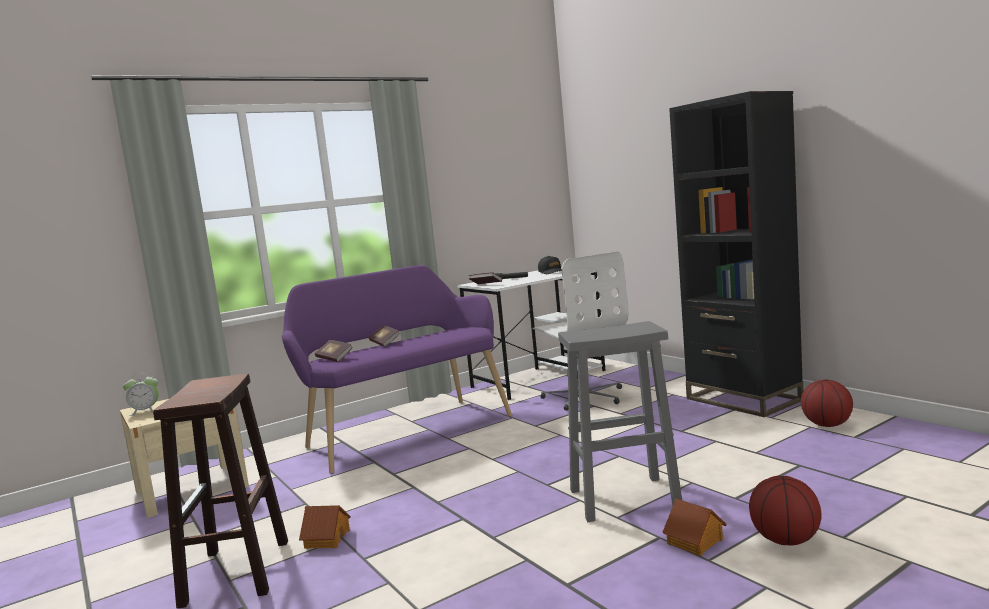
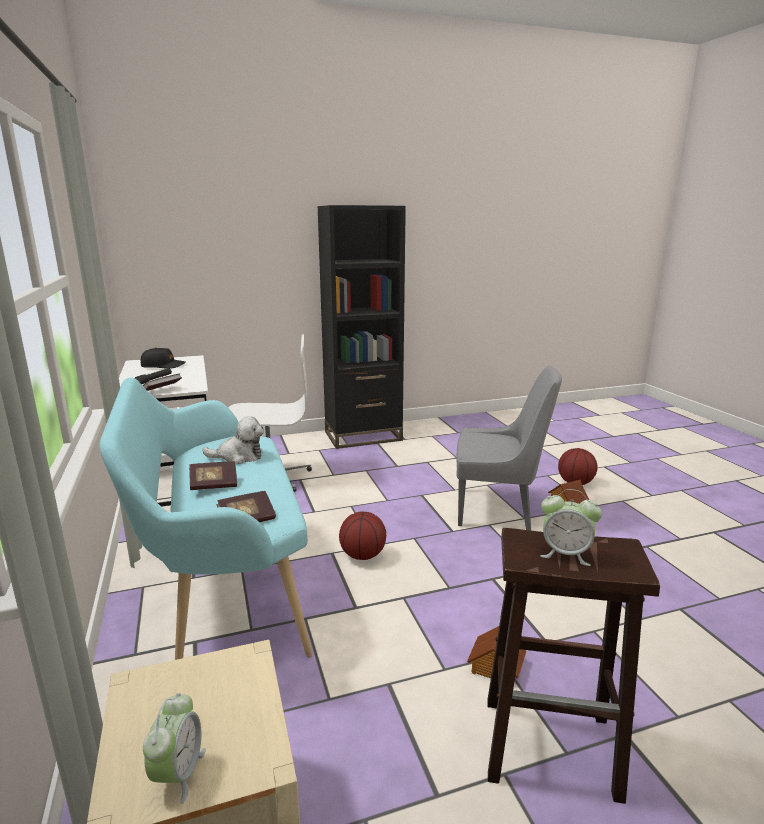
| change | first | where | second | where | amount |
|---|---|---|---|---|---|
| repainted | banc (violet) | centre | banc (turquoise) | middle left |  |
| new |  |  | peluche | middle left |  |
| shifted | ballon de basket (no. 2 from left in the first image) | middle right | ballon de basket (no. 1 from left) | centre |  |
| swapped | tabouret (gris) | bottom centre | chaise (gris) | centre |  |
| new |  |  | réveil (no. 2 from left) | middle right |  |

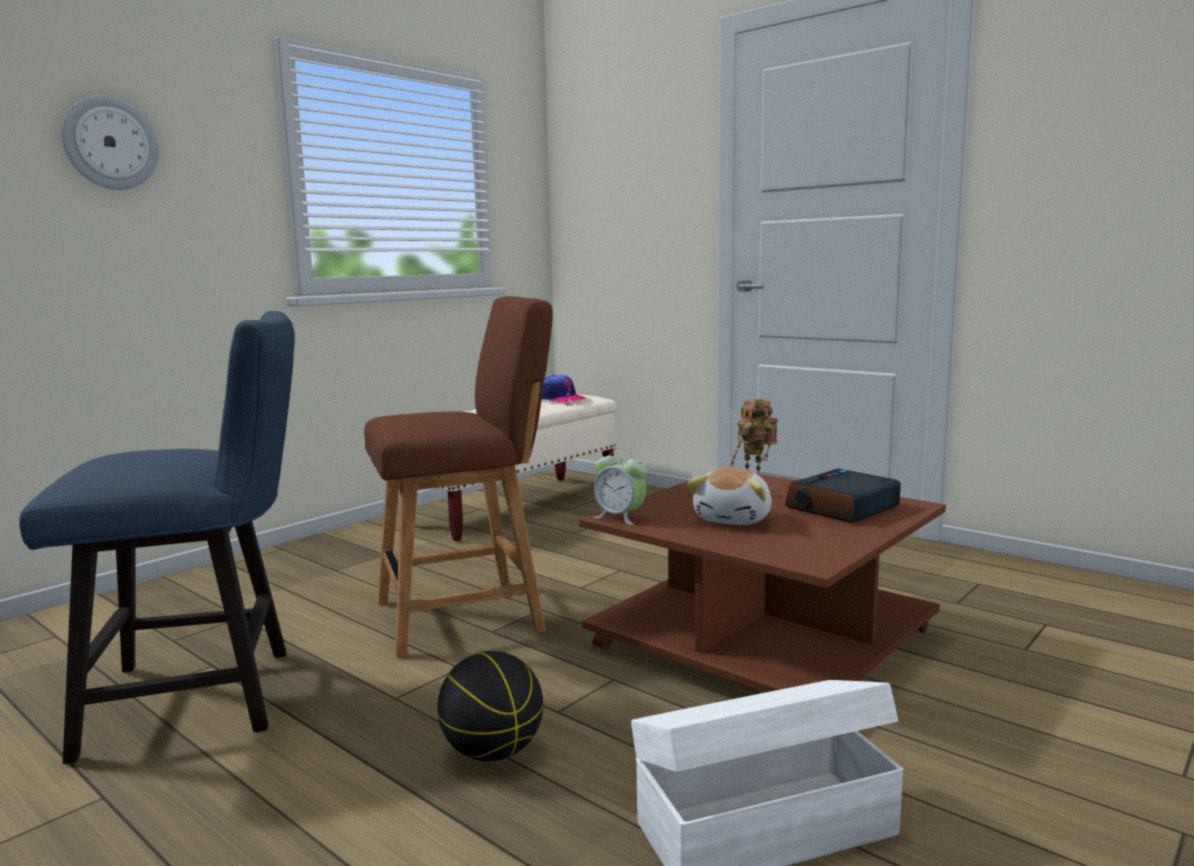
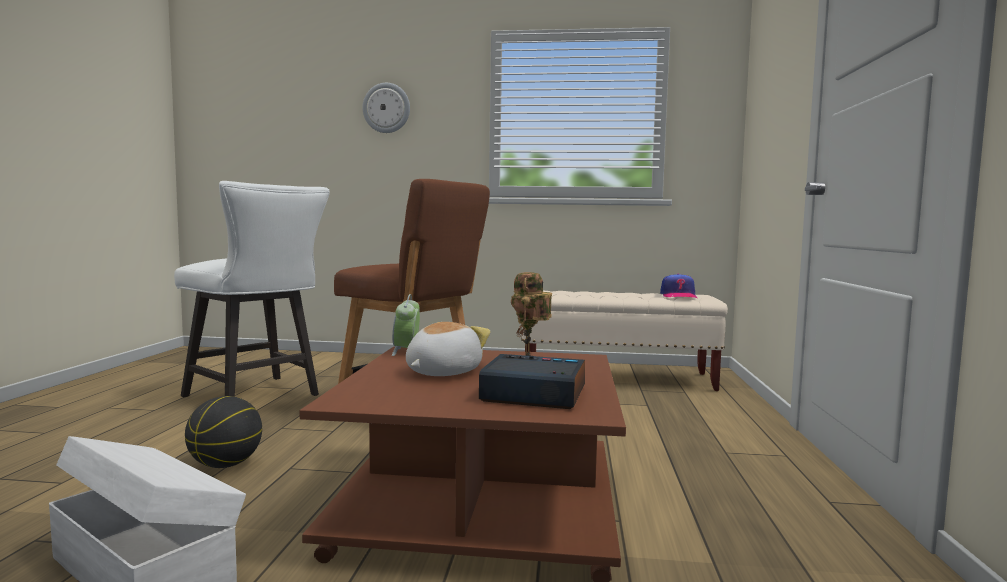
| change | first | where | second | where | amount |
|---|---|---|---|---|---|
| repainted | chaise (bleu) | middle left | chaise (blanc) | middle left |  |
| rotated | peluche | centre |  | centre | 135 degrees clockwise |

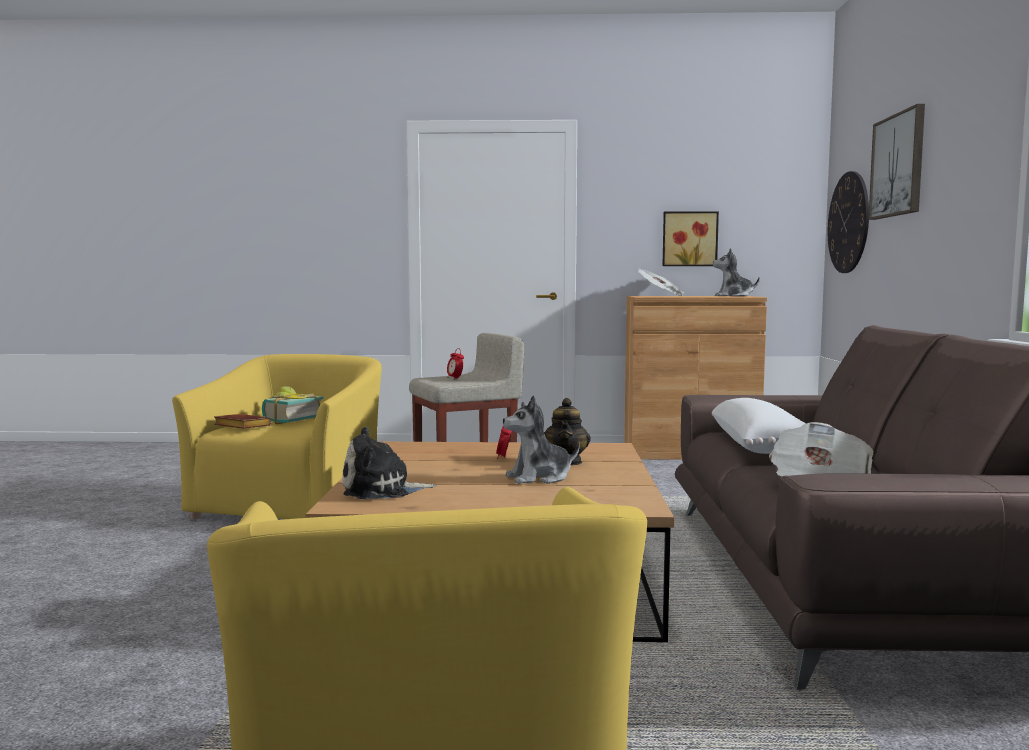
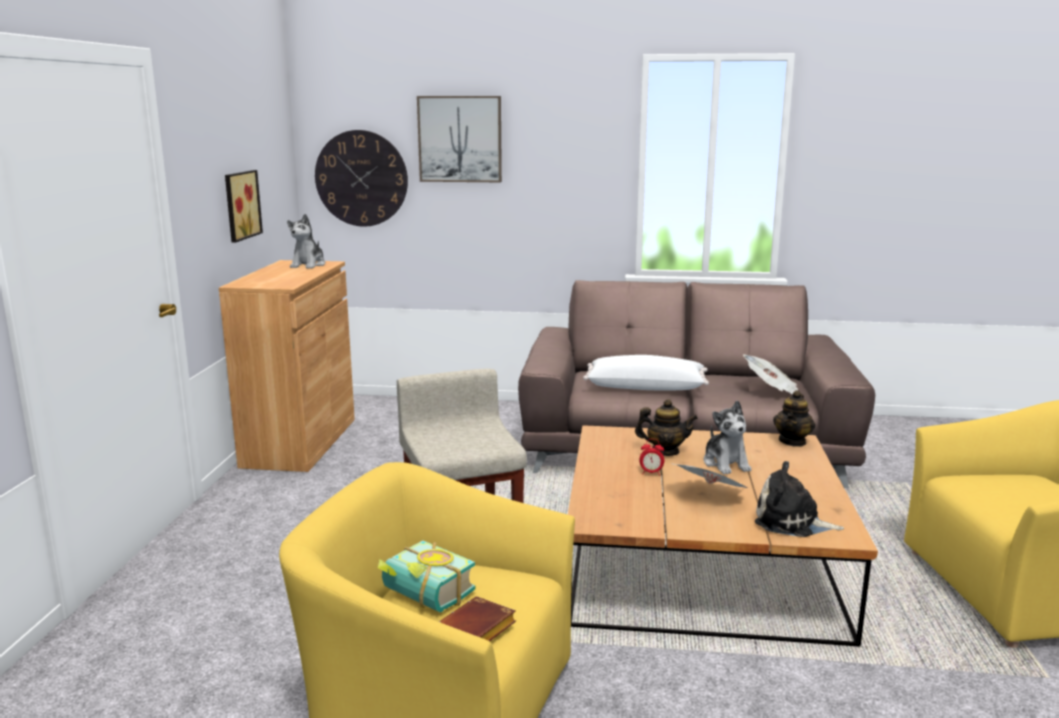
| change | first | where | second | where | amount |
|---|---|---|---|---|---|
| shifted | journal (no. 1 from left) | centre |  | middle right |  |
| rotated | peluche (no. 1 from left in the first image) | centre | peluche (no. 3 from left) | bottom right | 120 degrees clockwise |
| new |  |  | théière (no. 2 from left) | middle right |  |
| gone | réveil (no. 1 from left) | centre |  |  |  |

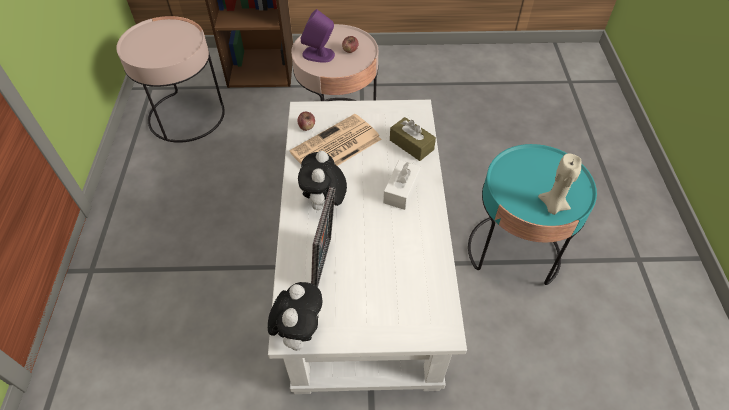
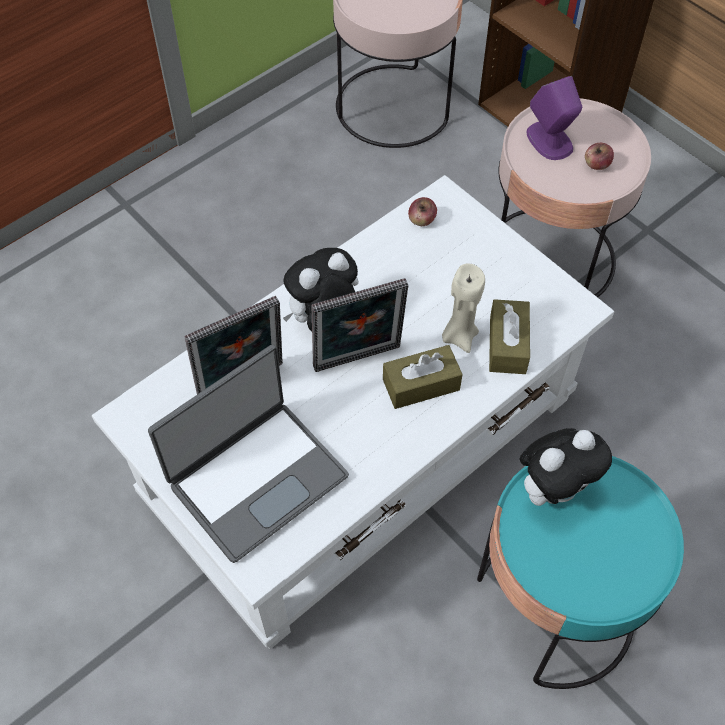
| change | first | where | second | where | amount |
|---|---|---|---|---|---|
| new |  |  | ordinateur portable | centre |  |
| new |  |  | cadre photo (no. 2 from left) | centre |  |
| repainted | boîte à mouchoirs (blanc) | centre | boîte à mouchoirs (marron) (no. 1 from left) | centre |  |
| shifted | bougie (beige) | middle right |  | centre |  |
| shifted | peluche (no. 1 from left in the first image) | bottom centre | peluche (no. 2 from left) | middle right |  |
| gone | journal | centre |  |  |  |

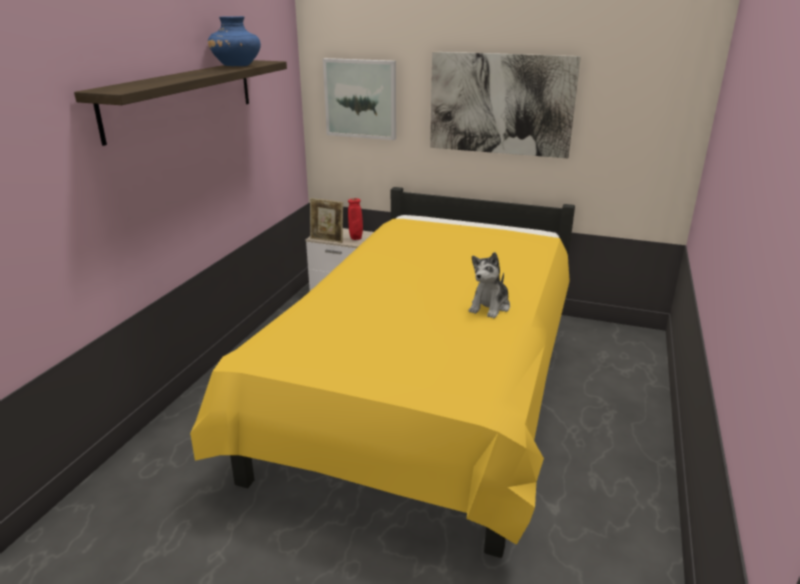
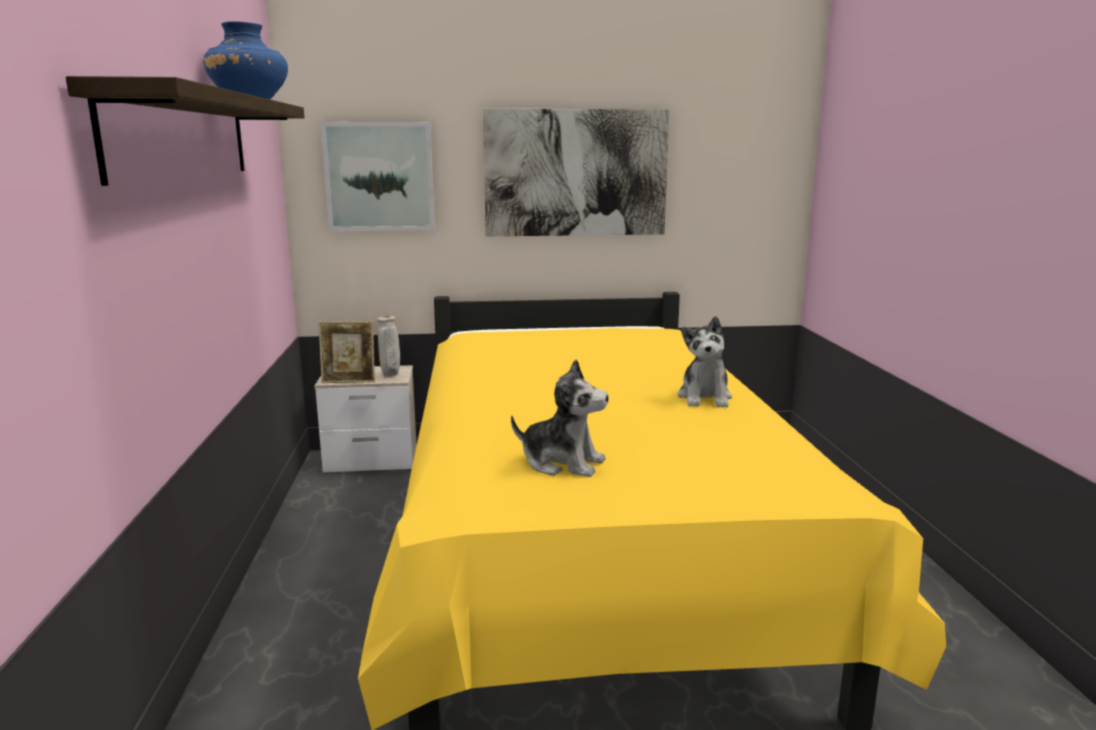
| change | first | where | second | where | amount |
|---|---|---|---|---|---|
| repainted | vase (rouge) | centre | vase (beige) | centre |  |
| new |  |  | peluche (no. 1 from left) | centre |  |

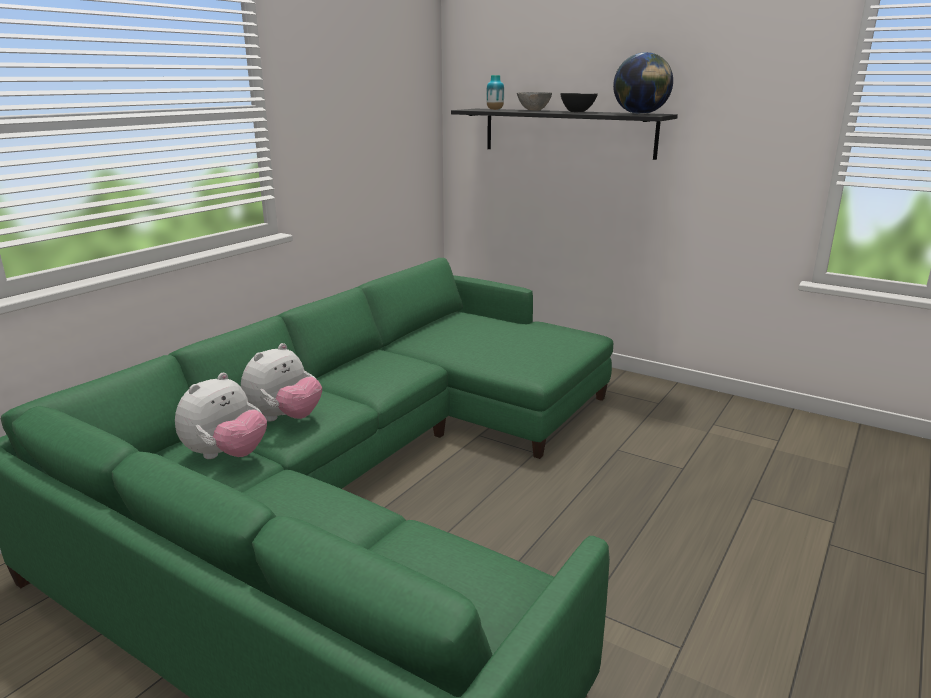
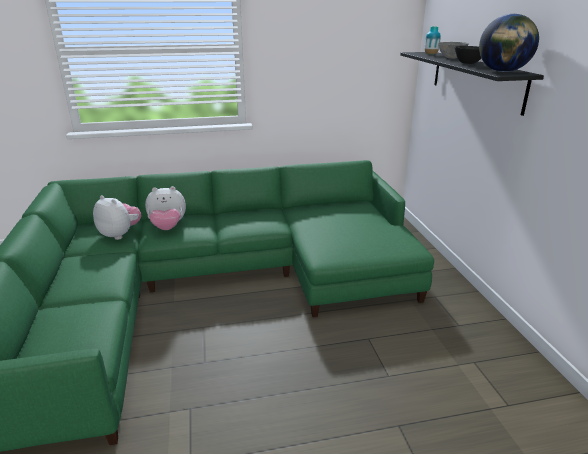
| change | first | where | second | where | amount |
|---|---|---|---|---|---|
| rotated | peluche (no. 1 from left) | middle left |  | middle left | 135 degrees counterclockwise |

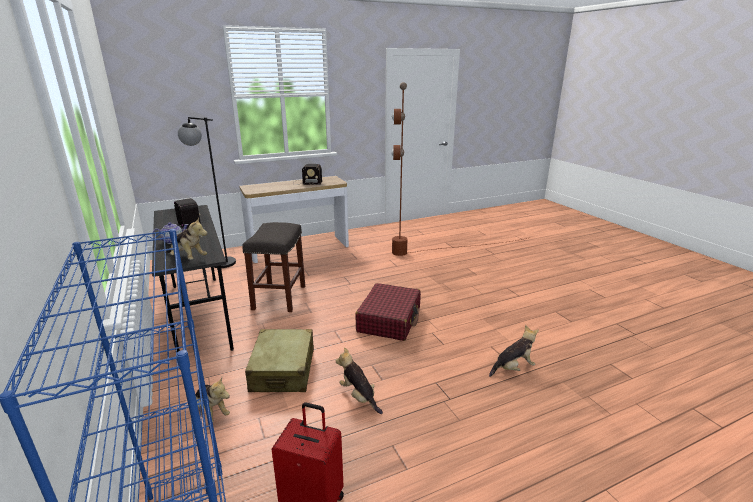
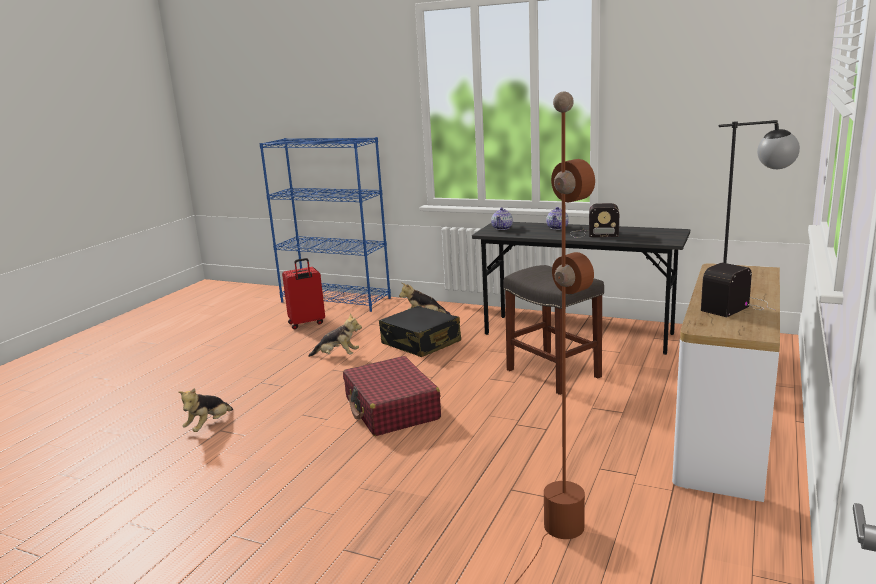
| change | first | where | second | where | amount |
|---|---|---|---|---|---|
| repainted | valise (beige) | bottom centre | valise (noir) | centre |  |
| swapped | peluche (no. 1 from left) | middle left | théière (no. 1 from left) | centre |  |

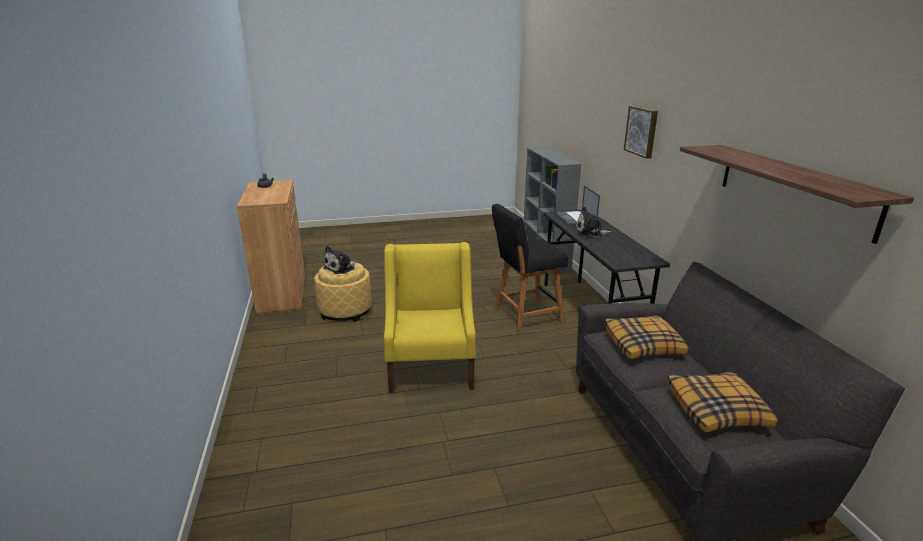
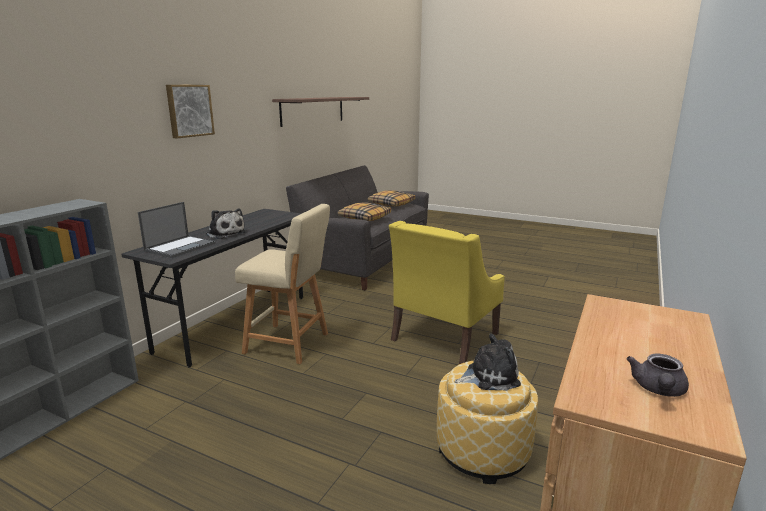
| change | first | where | second | where | amount |
|---|---|---|---|---|---|
| repainted | tabouret (noir) | centre | tabouret (beige) | centre |  |

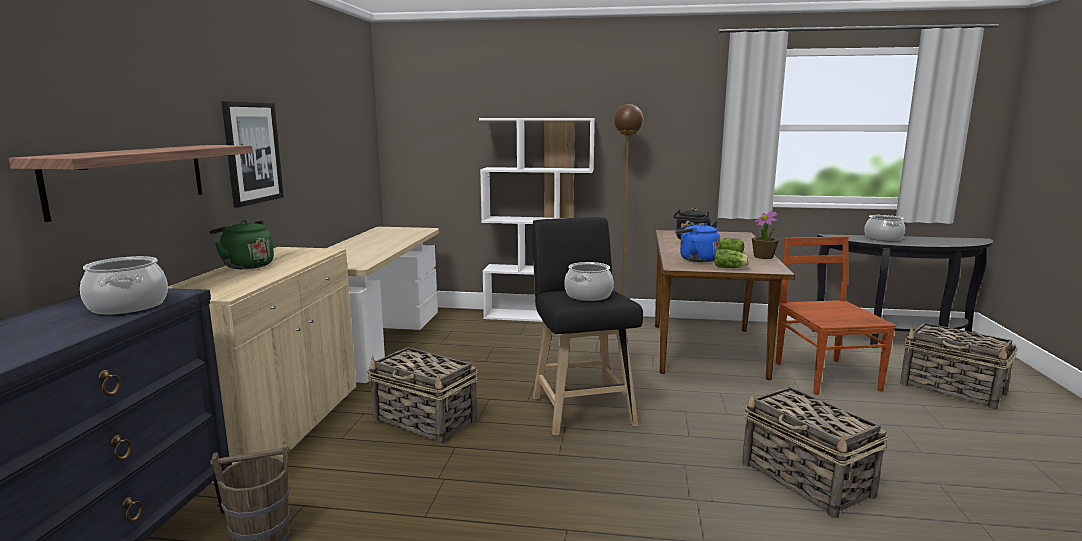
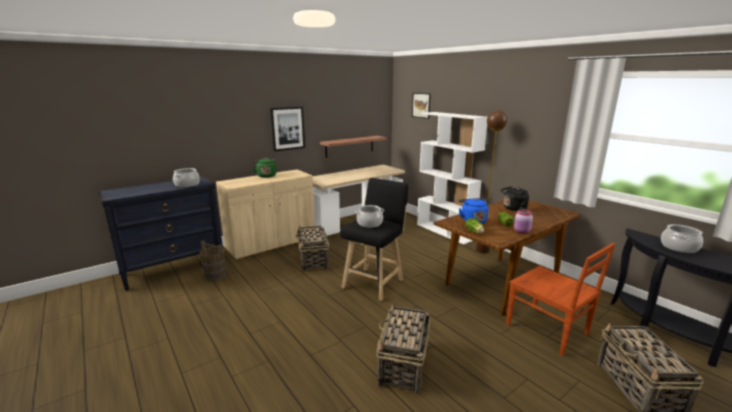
| change | first | where | second | where | amount |
|---|---|---|---|---|---|
| shifted | étagère | middle left |  | centre |  |
| new |  |  | tableau (no. 2 from left) | top centre |  |
| rotated | chaise (marron) | middle right |  | bottom right | 105 degrees clockwise |
| swapped | plante en pot | middle right | bocal (rose) | middle right |  |

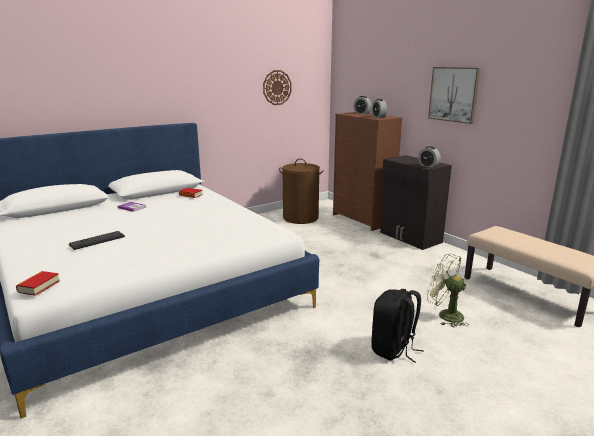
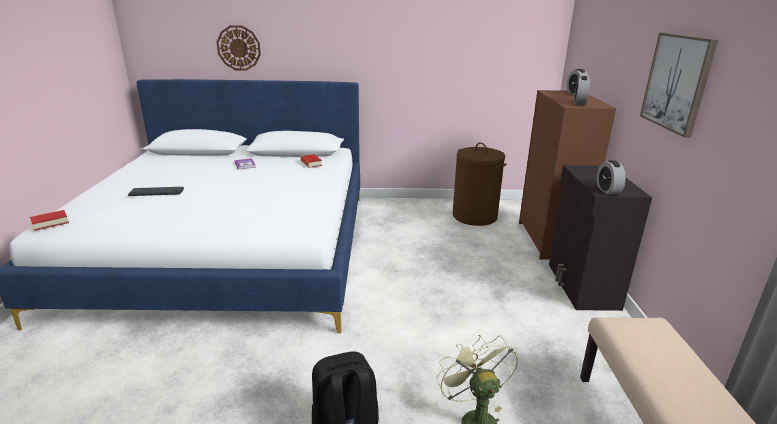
| change | first | where | second | where | amount |
|---|---|---|---|---|---|
| shifted | horloge murale | top centre |  | top left |  |

